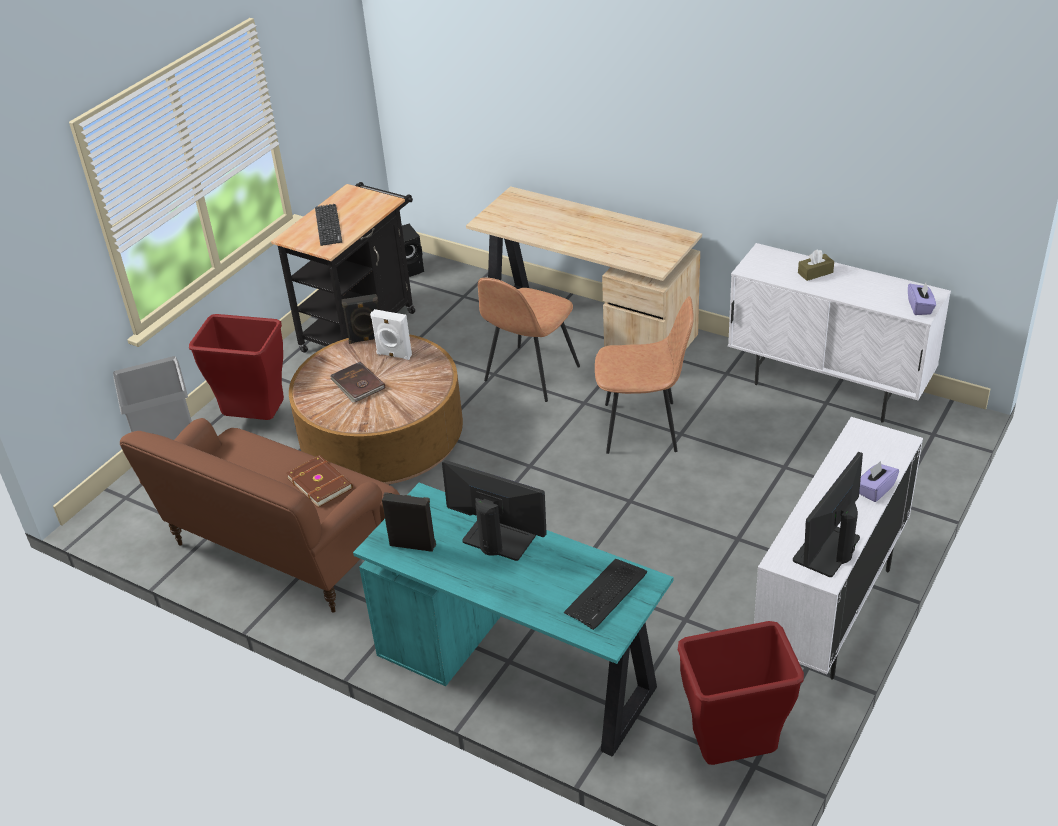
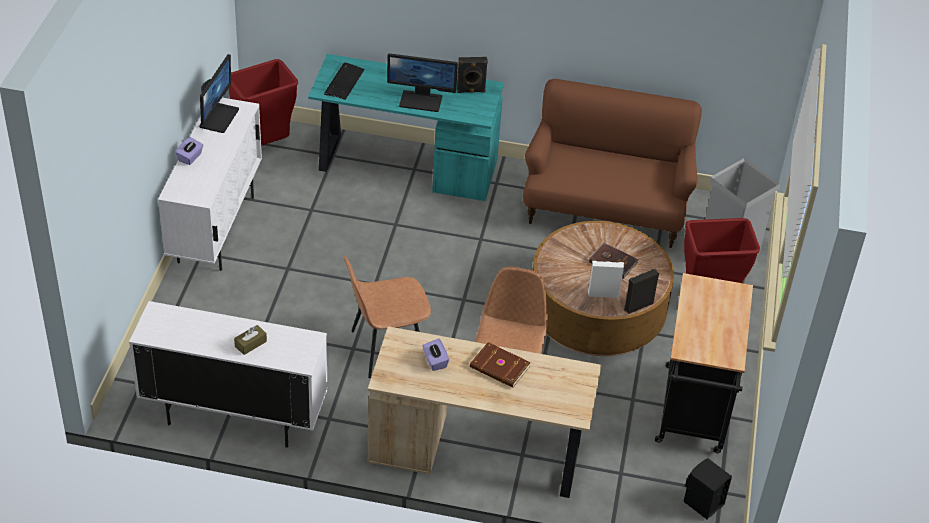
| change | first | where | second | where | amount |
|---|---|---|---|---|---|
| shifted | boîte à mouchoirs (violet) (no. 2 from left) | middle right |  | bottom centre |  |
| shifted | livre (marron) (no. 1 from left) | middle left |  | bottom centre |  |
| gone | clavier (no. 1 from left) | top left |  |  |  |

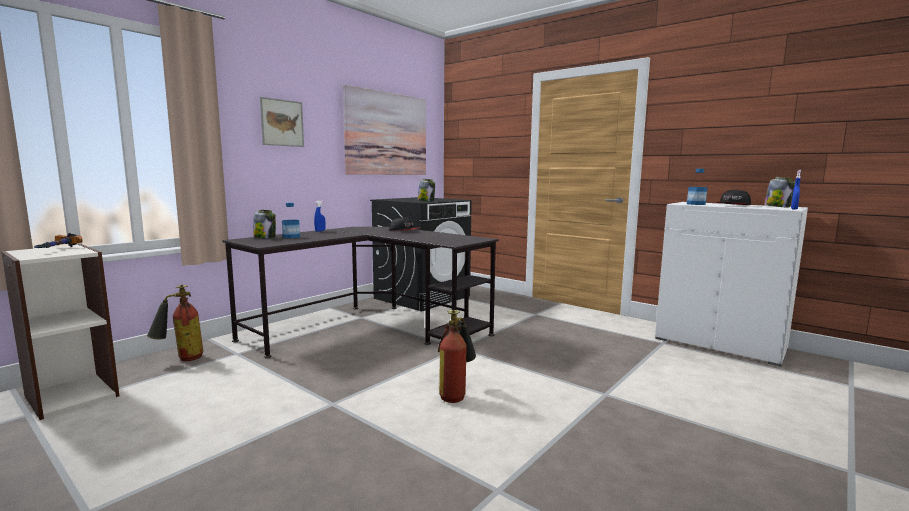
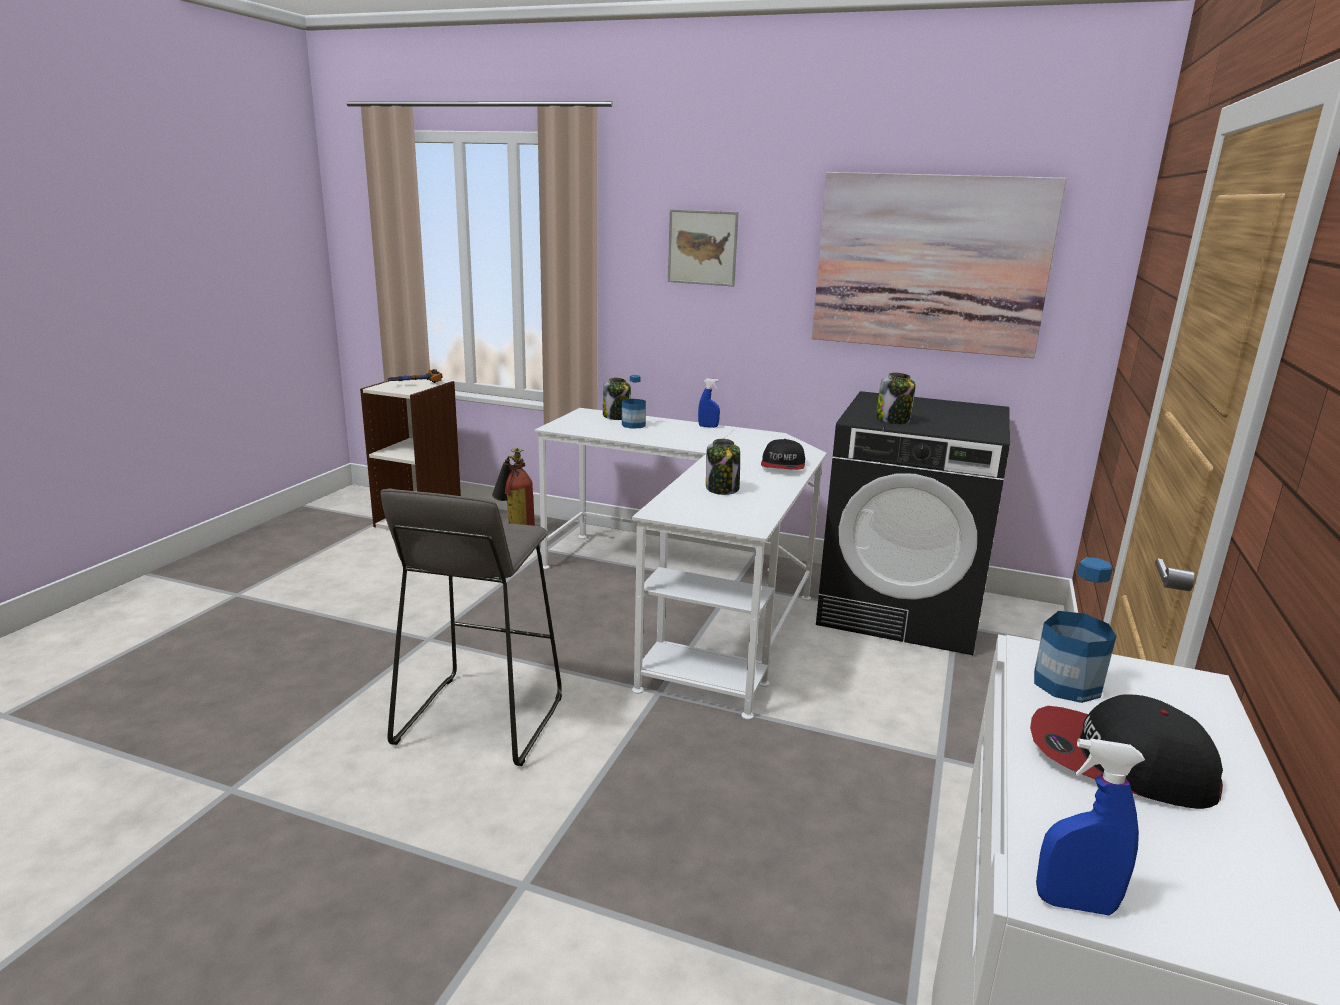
| change | first | where | second | where | amount |
|---|---|---|---|---|---|
| swapped | extincteur (no. 2 from left) | bottom centre | tabouret (gris) | centre |  |
| repainted | bureau (noir) | centre | bureau (blanc) | centre |  |
| shifted | bocal (no. 3 from left in the first image) | middle right | bocal (no. 2 from left) | centre |  |

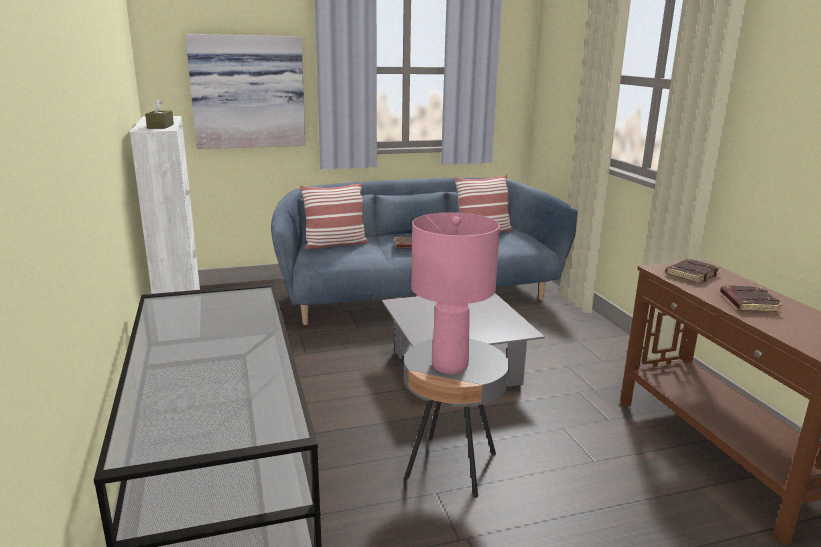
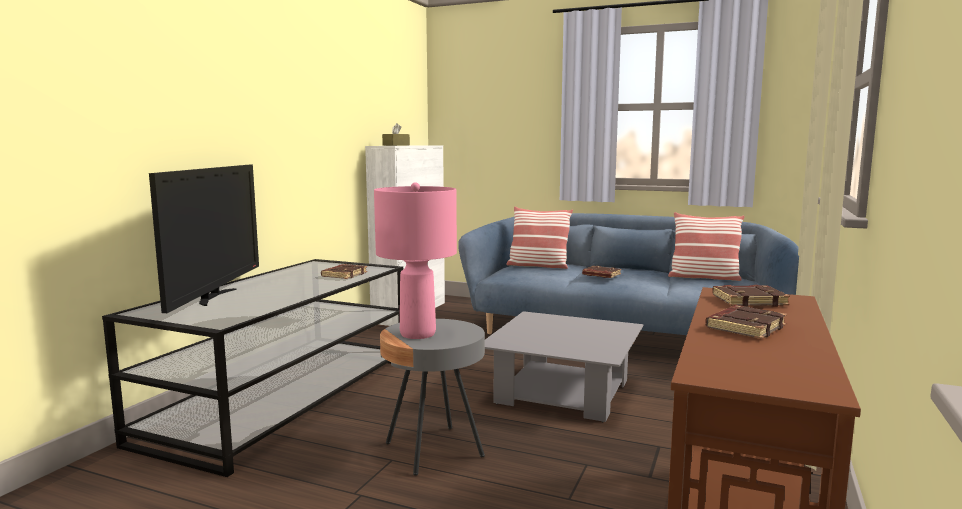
| change | first | where | second | where | amount |
|---|---|---|---|---|---|
| new |  |  | téléviseur | middle left |  |
| new |  |  | livre (marron) (no. 1 from left) | centre |  |
| gone | tableau | top left |  |  |  |

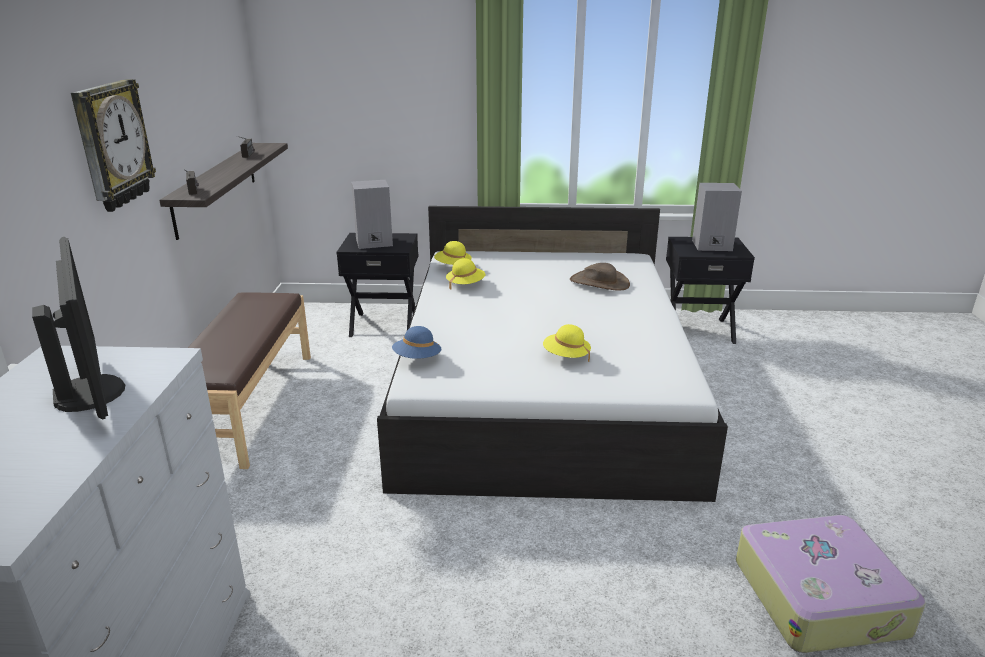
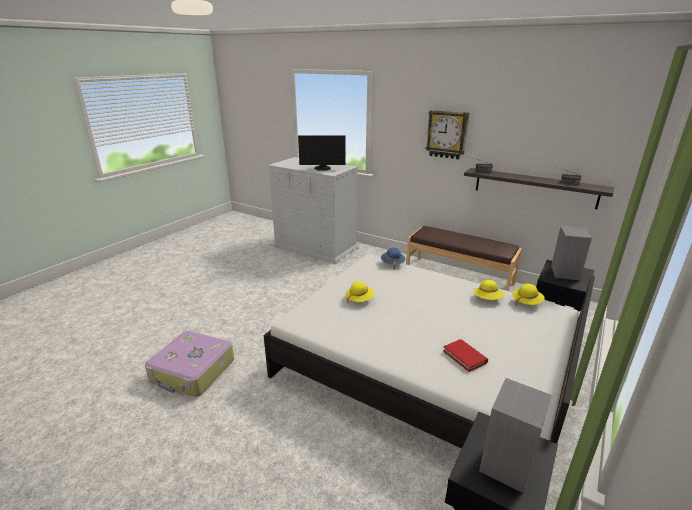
| change | first | where | second | where | amount |
|---|---|---|---|---|---|
| swapped | chapeau (marron) | centre | livre (rouge) | bottom right |  |

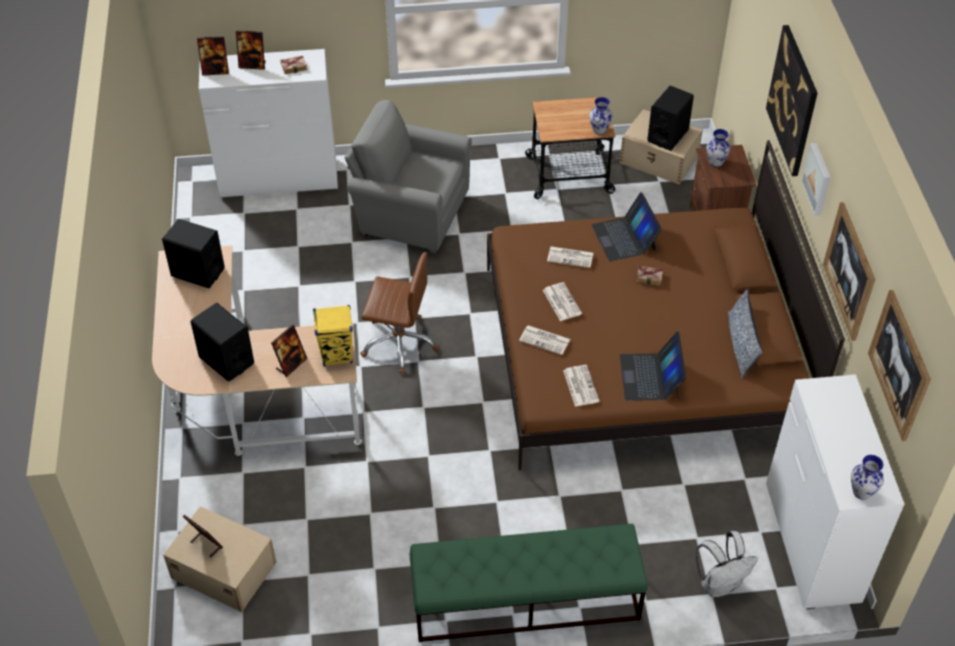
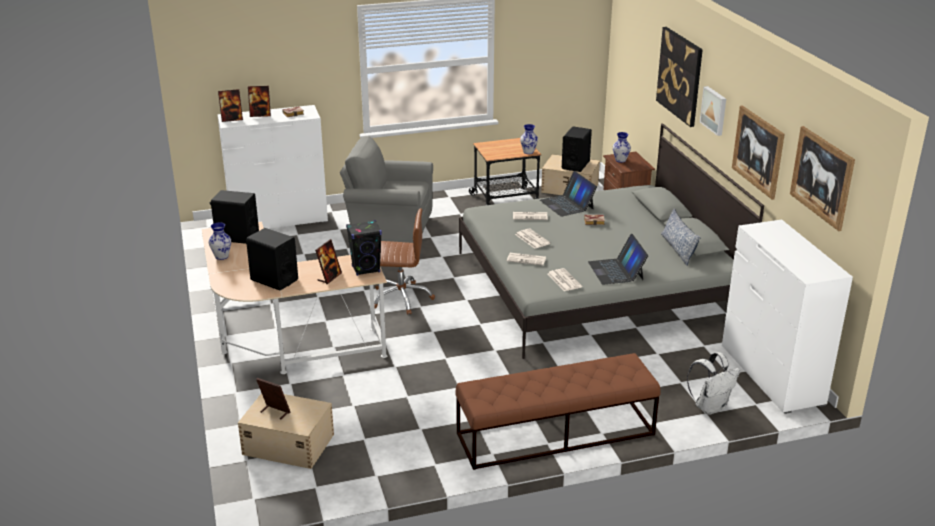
| change | first | where | second | where | amount |
|---|---|---|---|---|---|
| shifted | vase (no. 3 from left in the first image) | bottom right | vase (no. 1 from left) | middle left |  |
| repainted | enceinte (jaune) | centre | enceinte (noir) (no. 3 from left) | centre |  |
| repainted | banc (vert) | bottom centre | banc (marron) | bottom centre |  |
| repainted | lit (marron) | middle right | lit (gris) | centre |  |

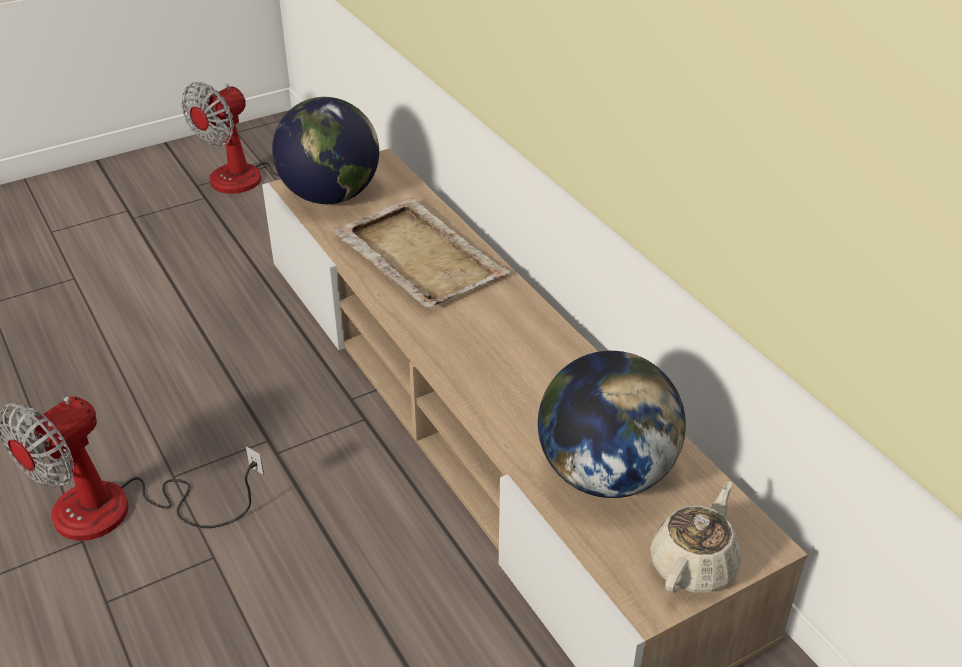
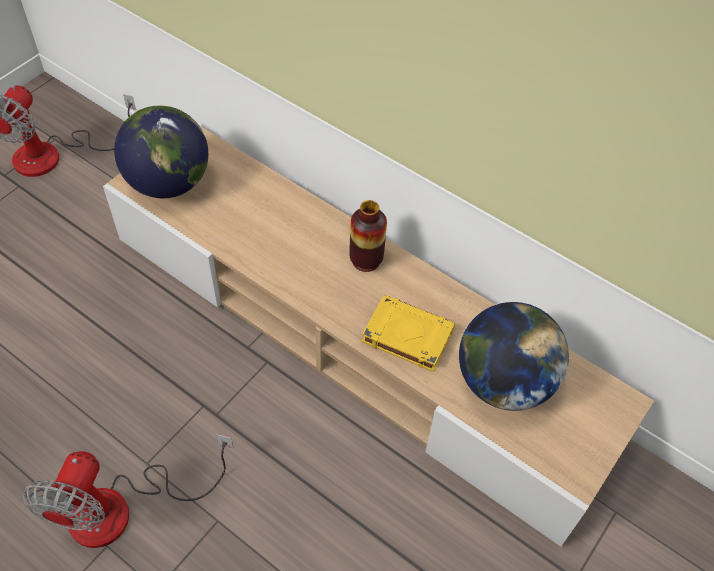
| change | first | where | second | where | amount |
|---|---|---|---|---|---|
| new |  |  | vase | centre |  |
| new |  |  | livre (jaune) | centre |  |
| gone | plateau (beige) | centre |  |  |  |
| gone | théière (beige) | bottom right |  |  |  |

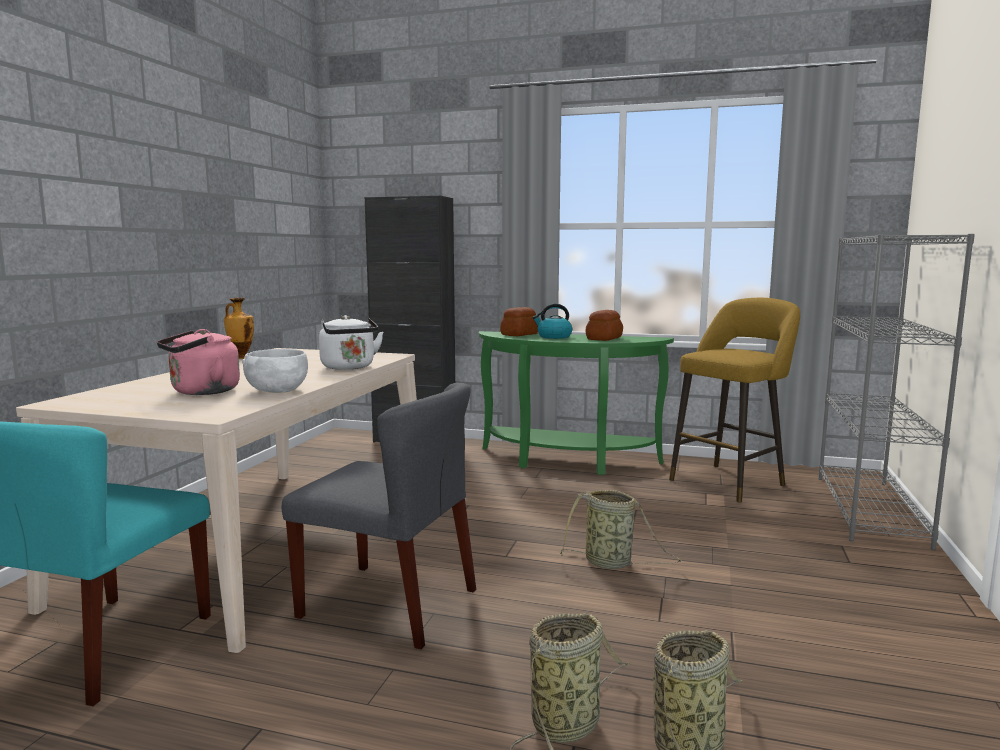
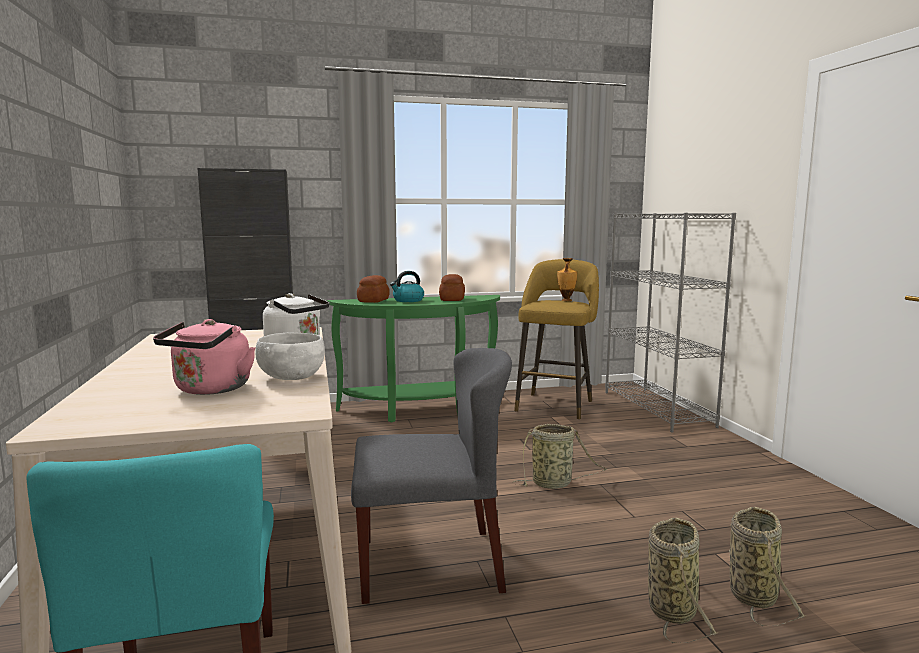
| change | first | where | second | where | amount |
|---|---|---|---|---|---|
| shifted | vase | middle left |  | centre |  |

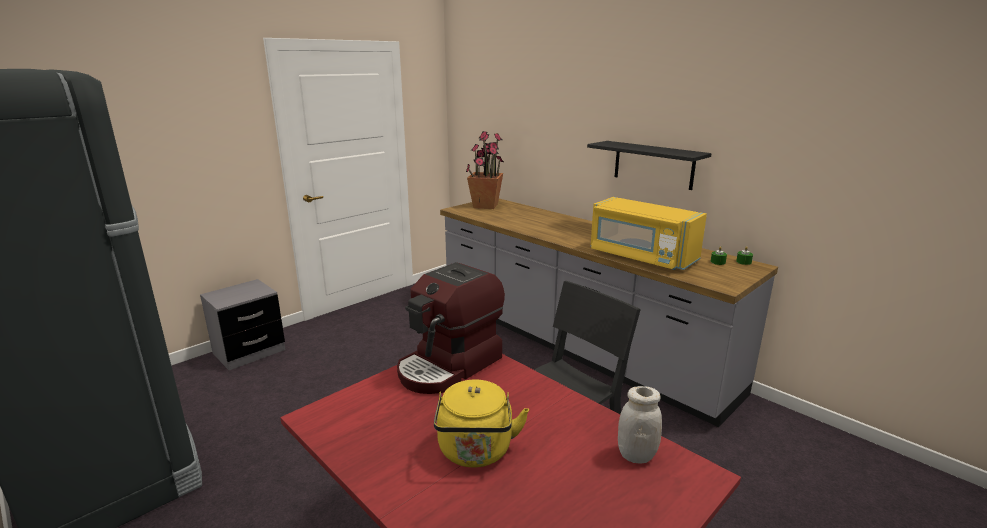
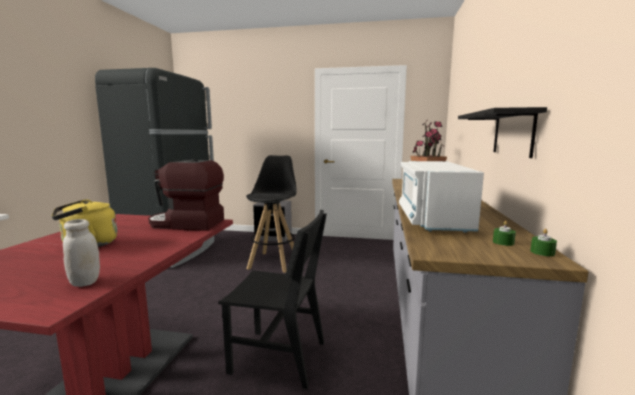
| change | first | where | second | where | amount |
|---|---|---|---|---|---|
| new |  |  | tabouret (noir) | centre |  |
| repainted | micro-ondes (jaune) | centre | micro-ondes (blanc) | middle right |  |

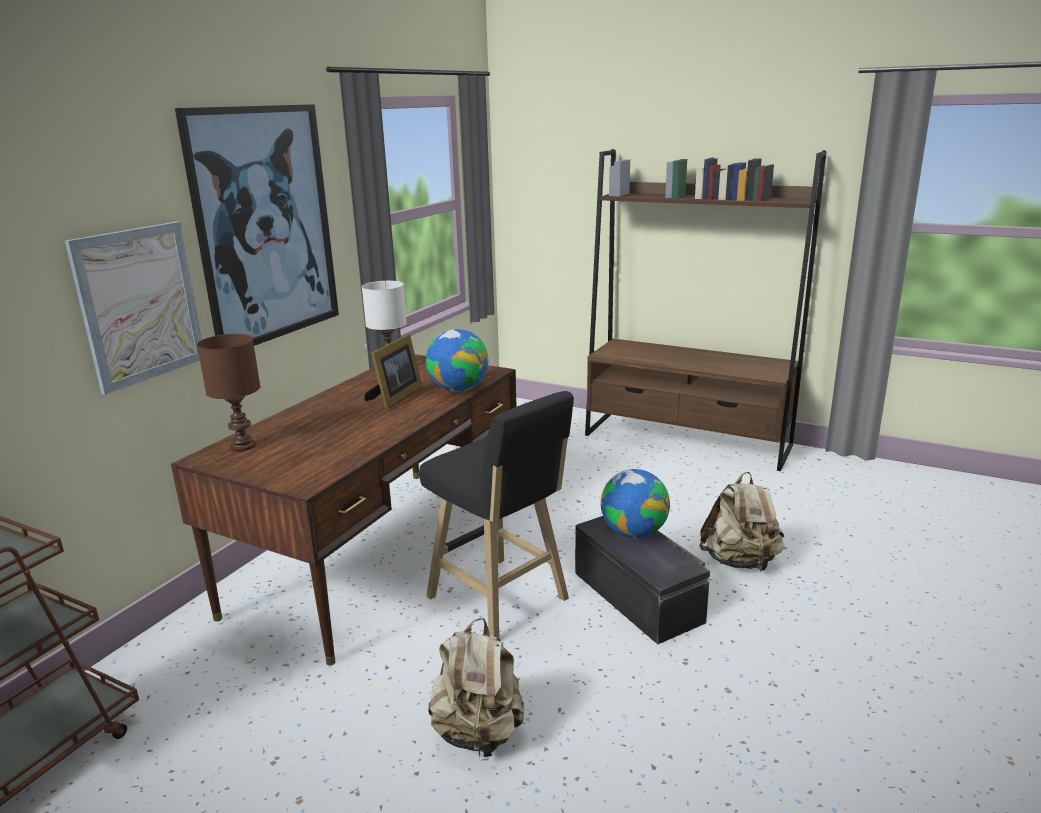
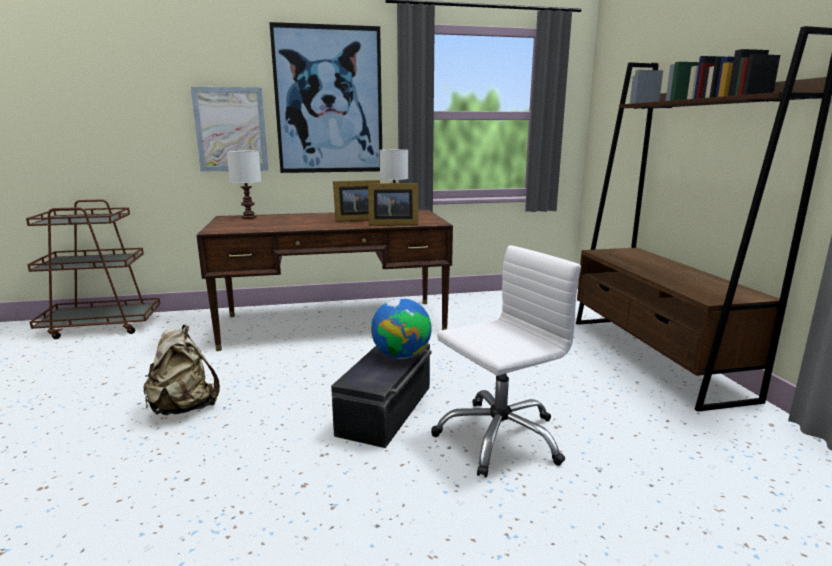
| change | first | where | second | where | amount |
|---|---|---|---|---|---|
| repainted | lampe de table (marron) | middle left | lampe de table (blanc) (no. 1 from left) | top left |  |
| swapped | globe (no. 1 from left) | centre | cadre photo (no. 2 from left) | centre |  |
| swapped | sac à dos (beige) (no. 2 from left) | middle right | chaise de bureau (blanc) | centre |  |
| gone | tabouret (noir) | centre |  |  |  |

